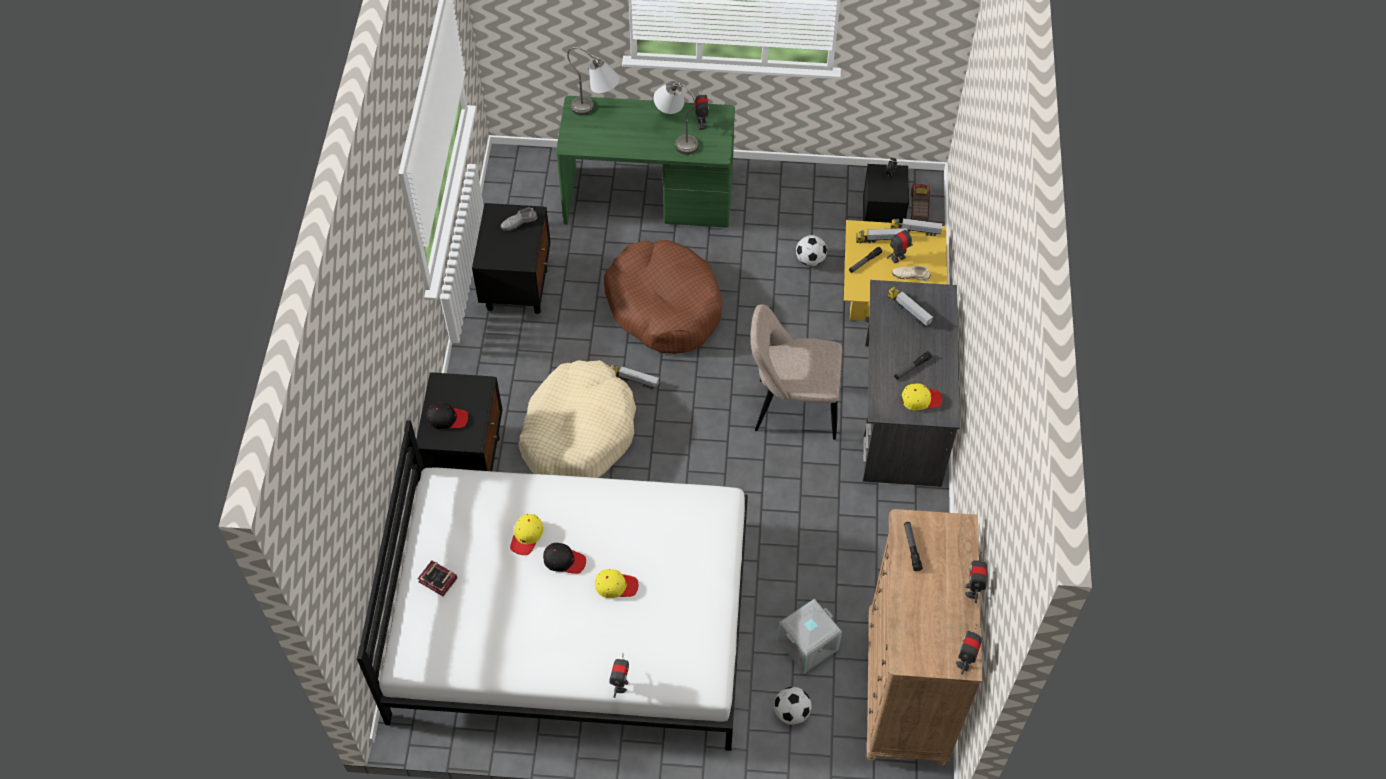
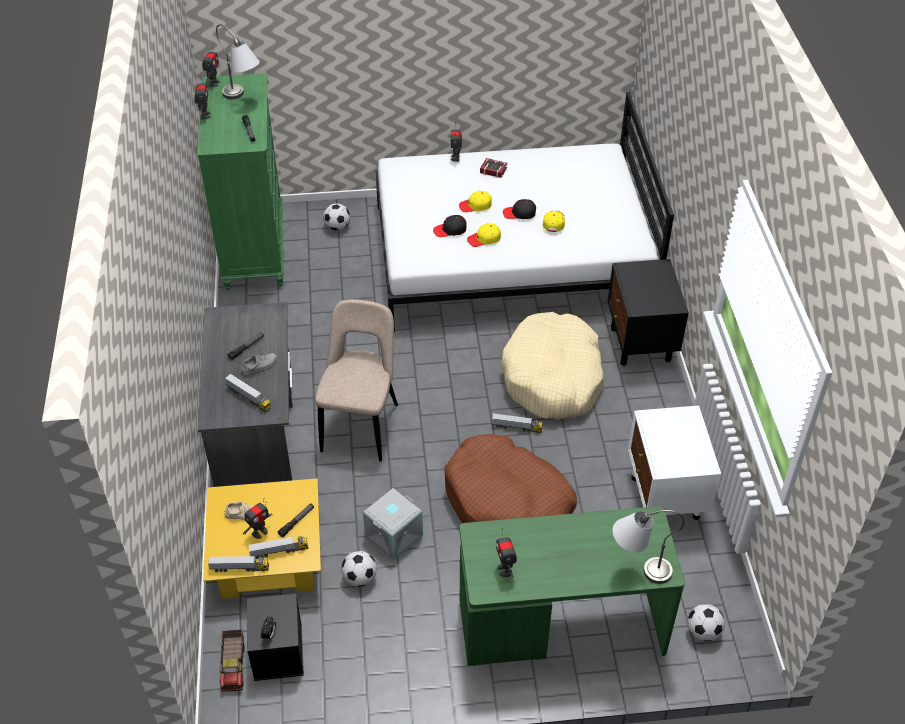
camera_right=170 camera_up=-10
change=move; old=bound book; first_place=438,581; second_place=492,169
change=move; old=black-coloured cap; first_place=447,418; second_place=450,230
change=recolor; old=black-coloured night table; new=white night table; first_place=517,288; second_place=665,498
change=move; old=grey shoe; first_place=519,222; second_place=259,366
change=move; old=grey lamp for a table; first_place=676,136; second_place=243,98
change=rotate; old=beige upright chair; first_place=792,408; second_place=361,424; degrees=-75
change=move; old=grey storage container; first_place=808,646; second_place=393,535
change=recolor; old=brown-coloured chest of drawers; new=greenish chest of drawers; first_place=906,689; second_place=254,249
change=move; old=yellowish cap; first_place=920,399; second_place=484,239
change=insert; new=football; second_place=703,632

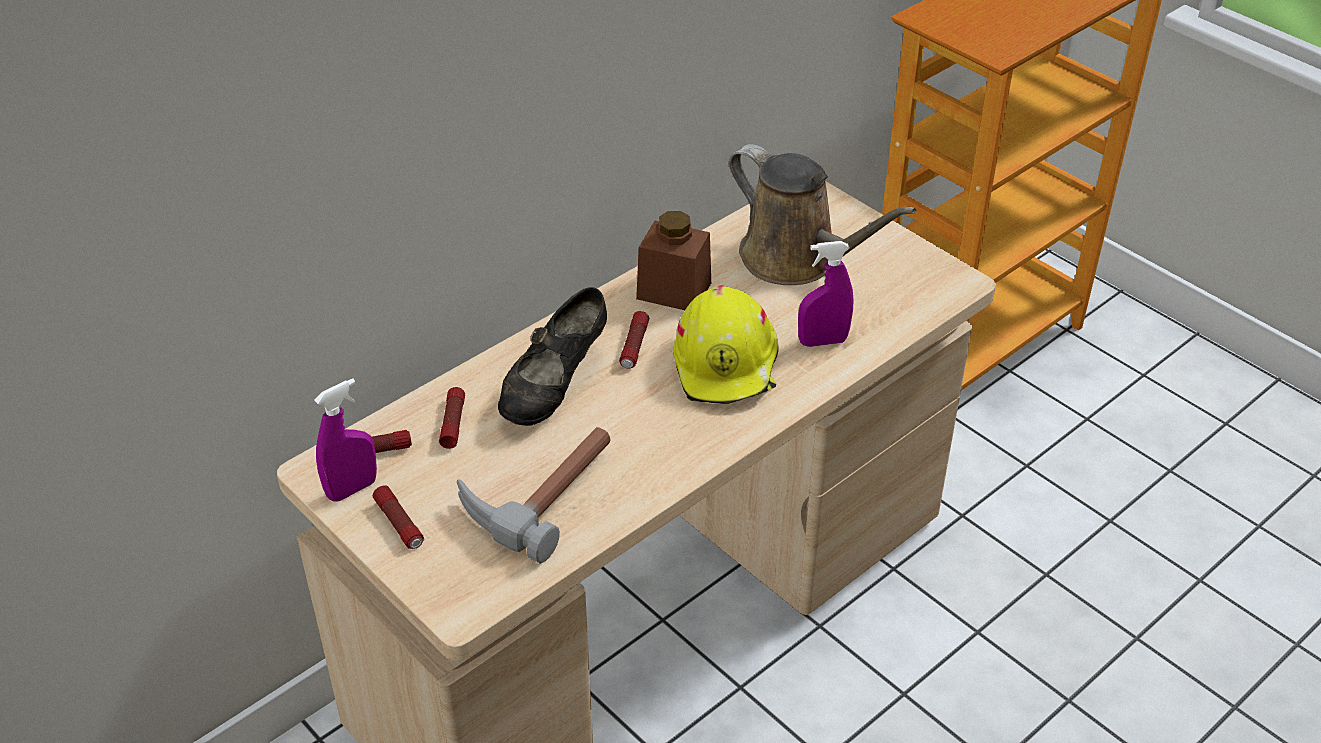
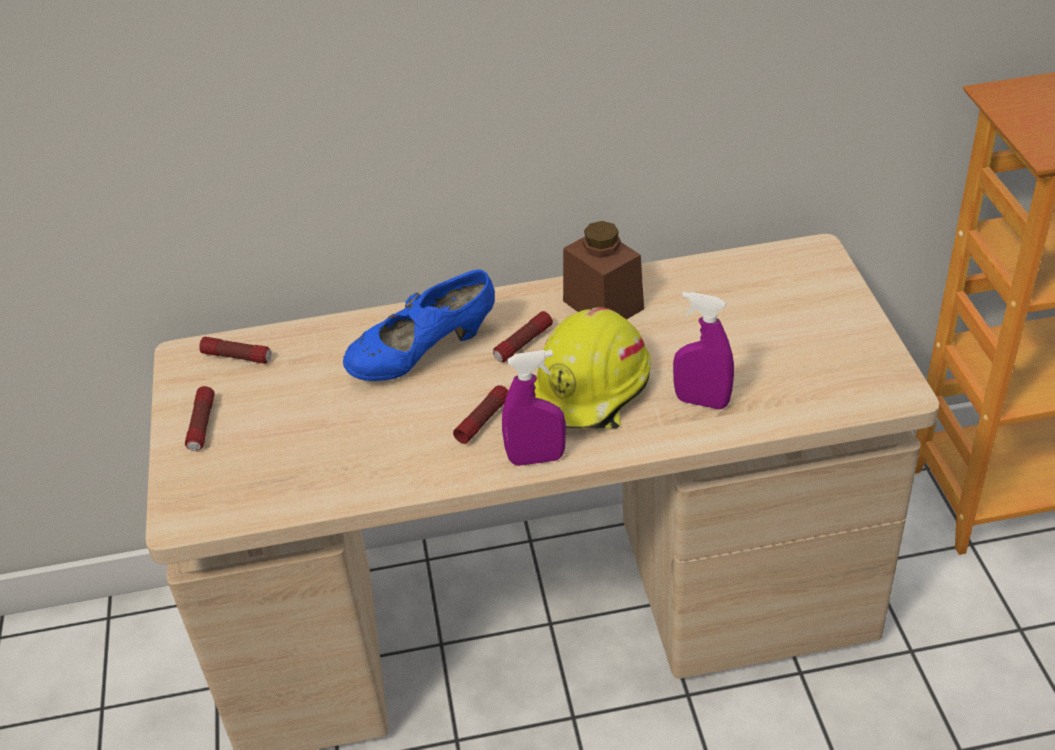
camera_right=35 camera_up=0
change=move; old=purple sprayer; first_place=352,489; second_place=536,458
change=move; old=flashlight; first_place=453,423; second_place=483,420
change=delete; old=hammer; first_place=539,491
change=recolor; old=black-coloured shoe; new=blue shoe; first_place=554,388; second_place=423,356
change=delete; old=brown-coloured sprinkling can; first_place=796,259

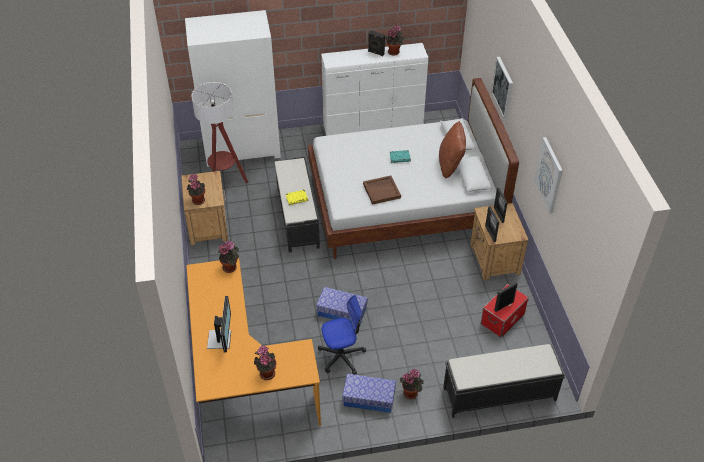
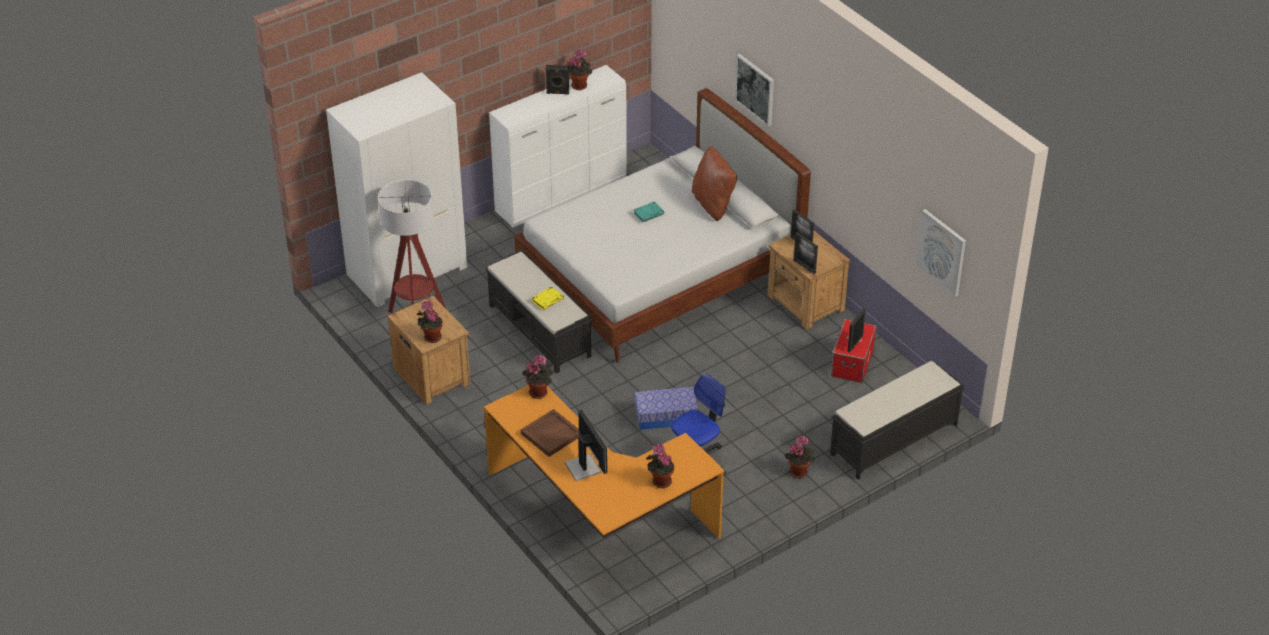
camera_right=-25 camera_up=-5
change=delete; old=storage container; first_place=369,398
change=move; old=brown-coloured tray; first_place=382,191; second_place=551,434
change=move; old=wall picture; first_place=549,175; second_place=941,252

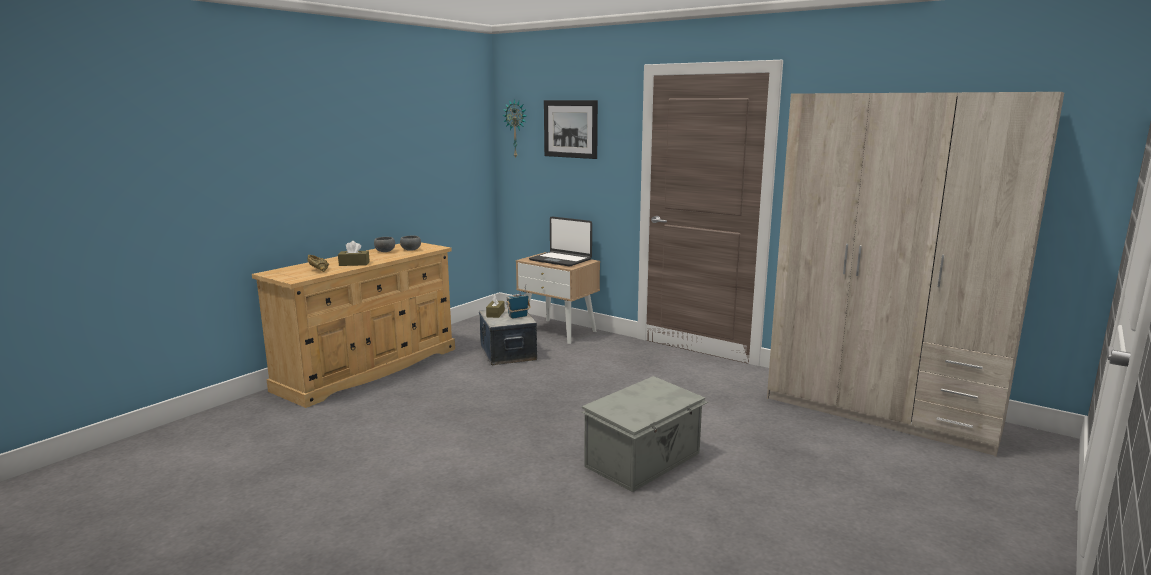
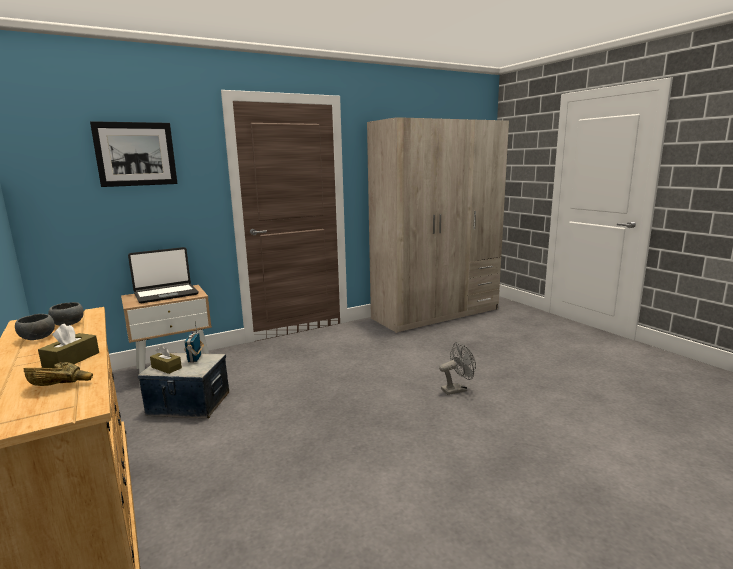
camera_right=-65 camera_up=0
change=delete; old=clock on the wall; first_place=516,128
change=replace; old=grey storage container; new=grey fan; first_place=644,460; second_place=457,389

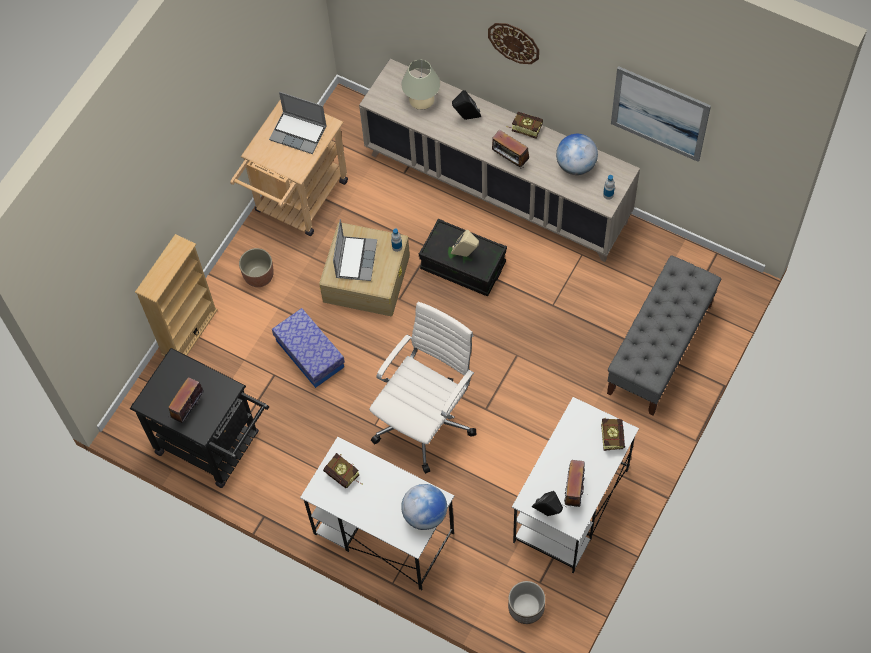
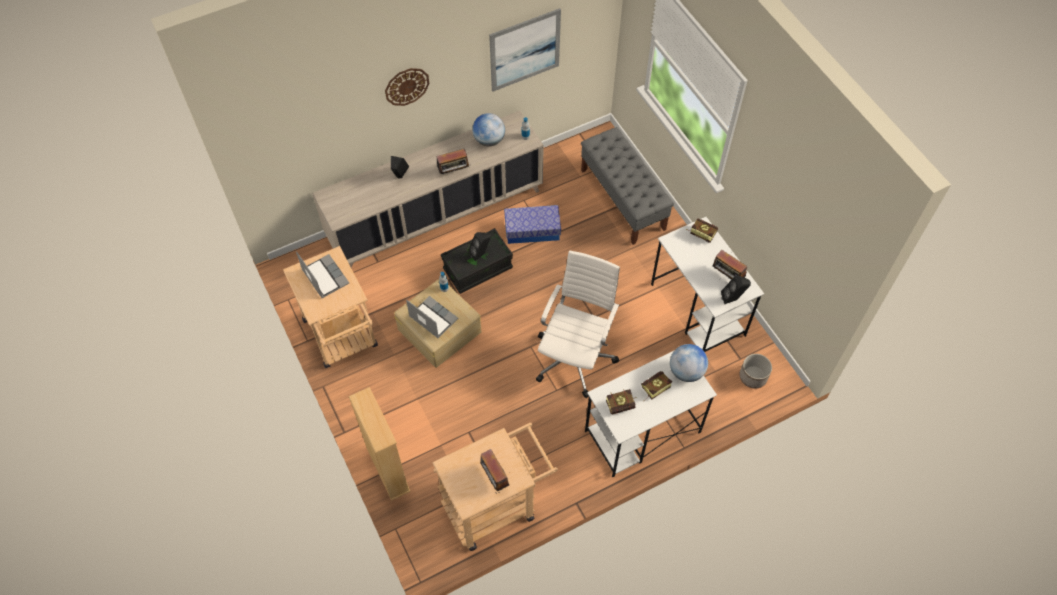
camera_right=-60 camera_up=-5
change=recolor; old=black-coloured cart; new=beige cart; first_place=215,446; second_place=496,505
change=delete; old=plant pot; first_place=258,276
change=rotate; old=portable computer; first_place=299,133; second_place=324,277; degrees=-90
change=move; old=storage container; first_place=309,354; second_place=532,230
change=rotate; old=white computer chair; first_place=426,419; second_place=575,356; degrees=45
change=delete; old=beige lamp for a table; first_place=421,99
change=recolor; old=beige loudspeaker; new=black-coloured loudspeaker; first_place=465,254; second_place=481,254
change=move; old=bound book; first_place=523,128; second_place=653,390

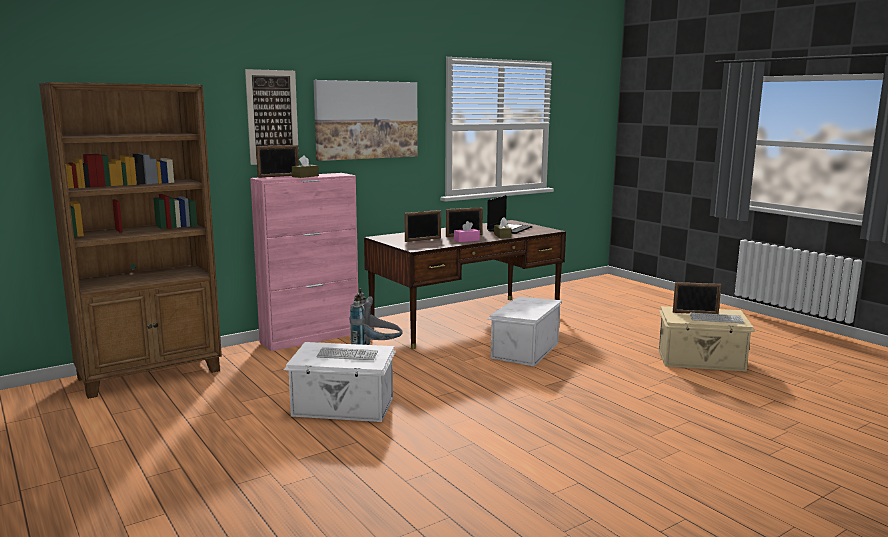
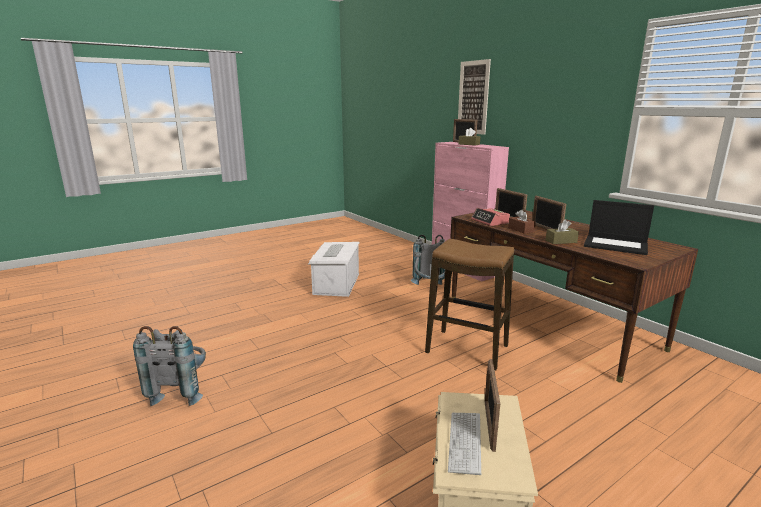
camera_right=90 camera_up=5
change=delete; old=brown-coloured bookshelf; first_place=151,374
change=delete; old=wall picture; first_place=366,120
change=recolor; old=pink box of tissues; new=brown-coloured box of tissues; first_place=466,240; second_place=521,230
change=replace; old=white storage container; new=stool seat; first_place=524,350; second_place=466,349
change=insert; new=grey backpack; second_place=181,391
change=insert; new=table clock; second_place=490,221

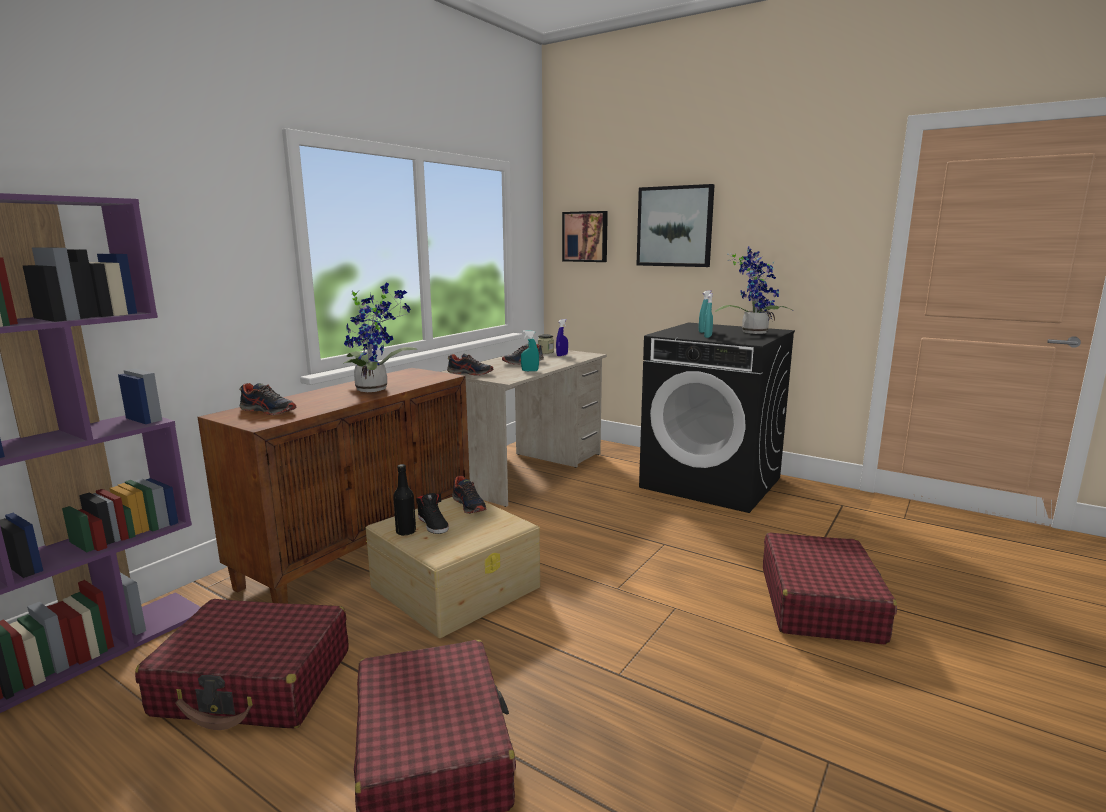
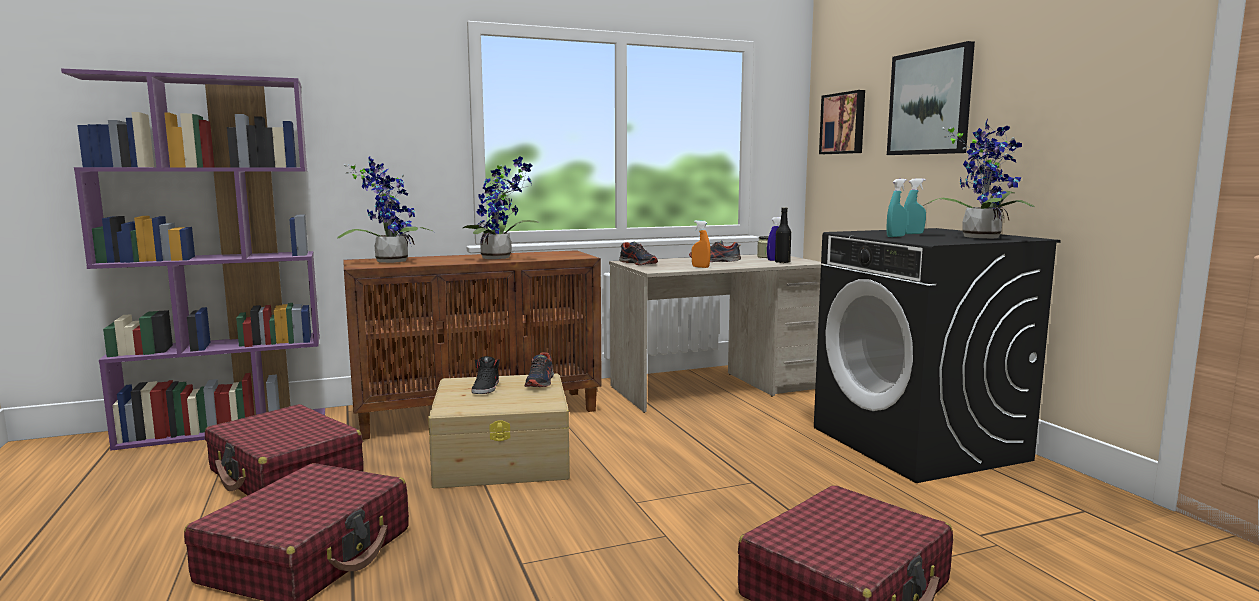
camera_right=35 camera_up=-5
change=replace; old=shoe; new=potted plant; first_place=269,411; second_place=389,261
change=move; old=black-coloured drink bottle; first_place=406,532; second_place=782,262
change=recolor; old=turquoise sprayer; new=orangey sprayer; first_place=530,371; second_place=700,267

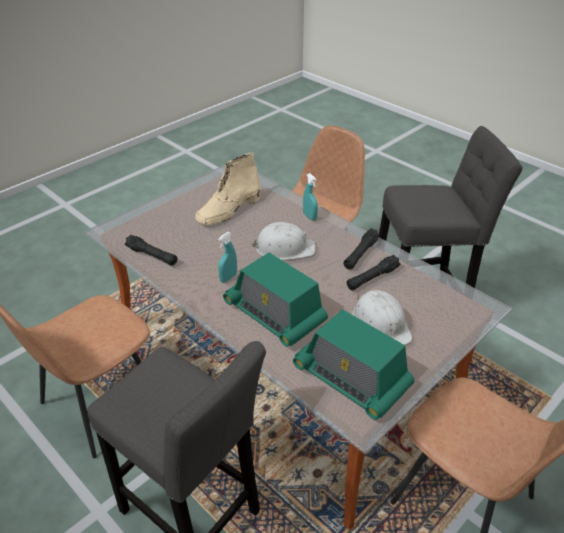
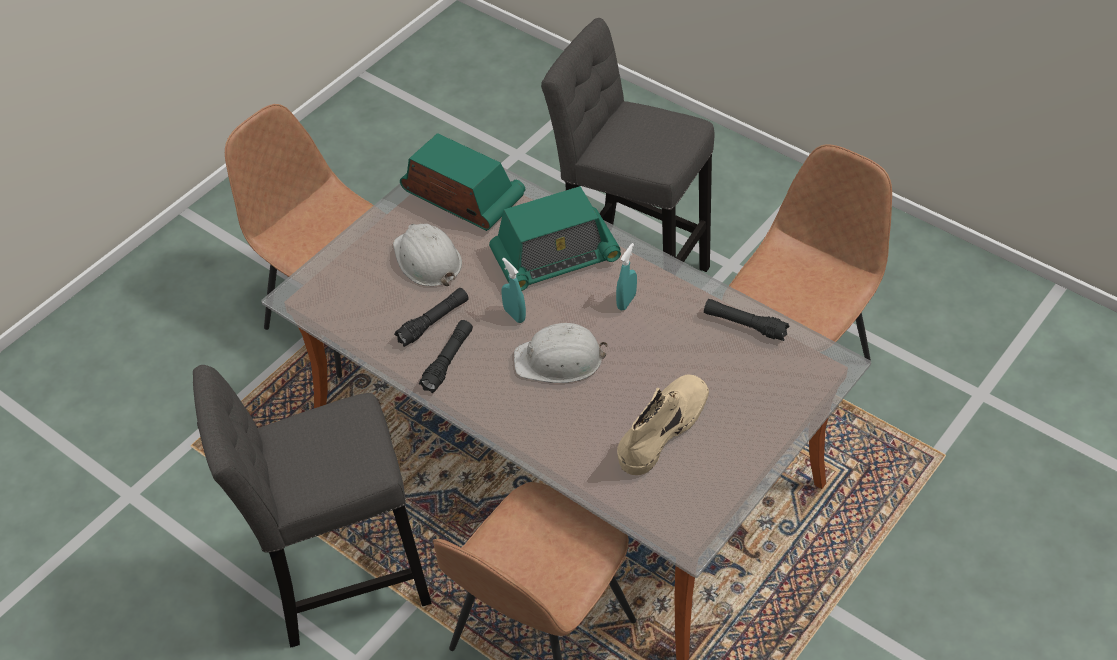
camera_right=175 camera_up=10
change=rotate; old=radio set; first_place=275,314; second_place=555,258; degrees=120
change=move; old=turquoise sprayer; first_place=309,216; second_place=514,315

